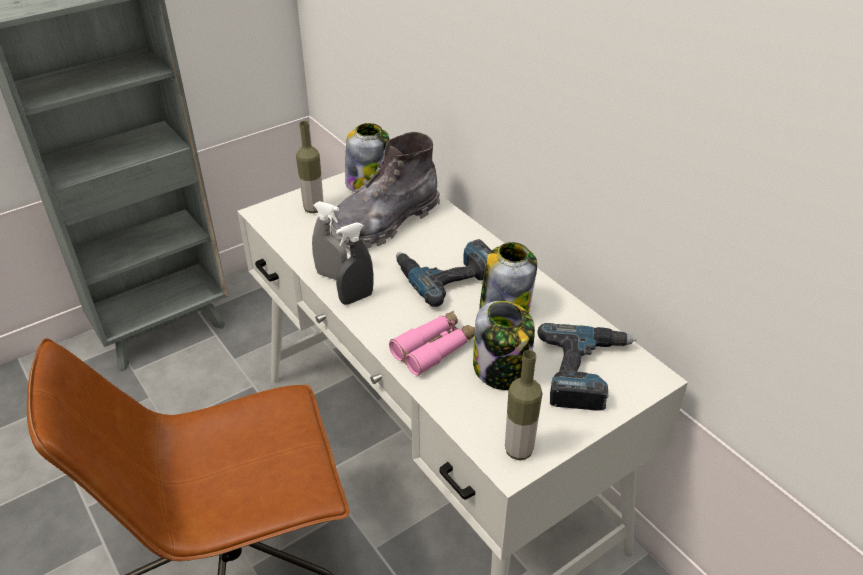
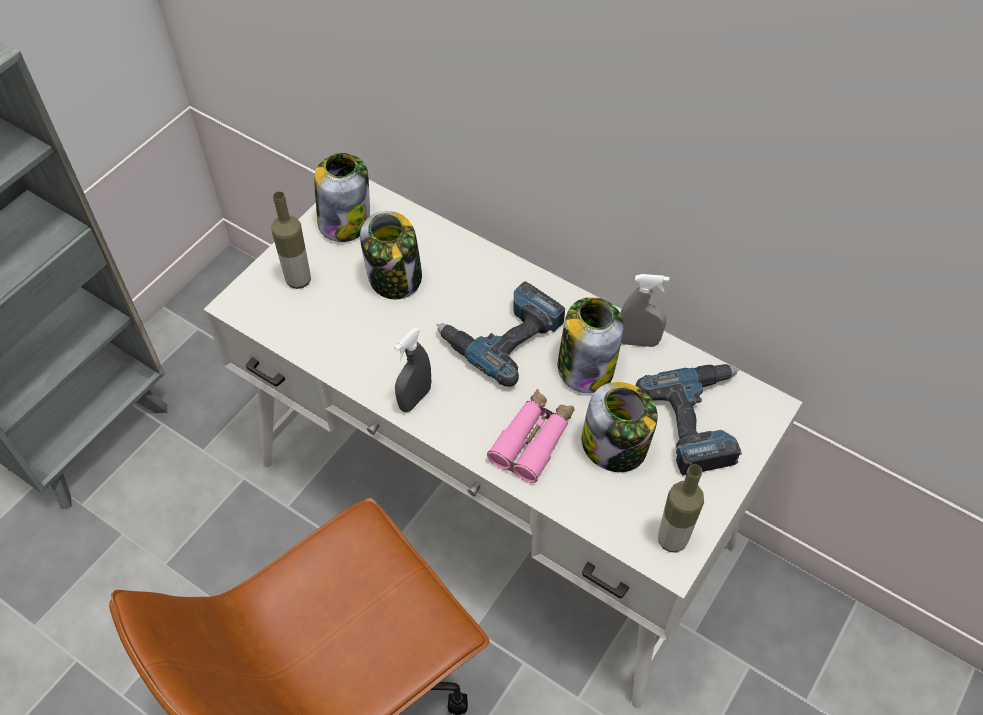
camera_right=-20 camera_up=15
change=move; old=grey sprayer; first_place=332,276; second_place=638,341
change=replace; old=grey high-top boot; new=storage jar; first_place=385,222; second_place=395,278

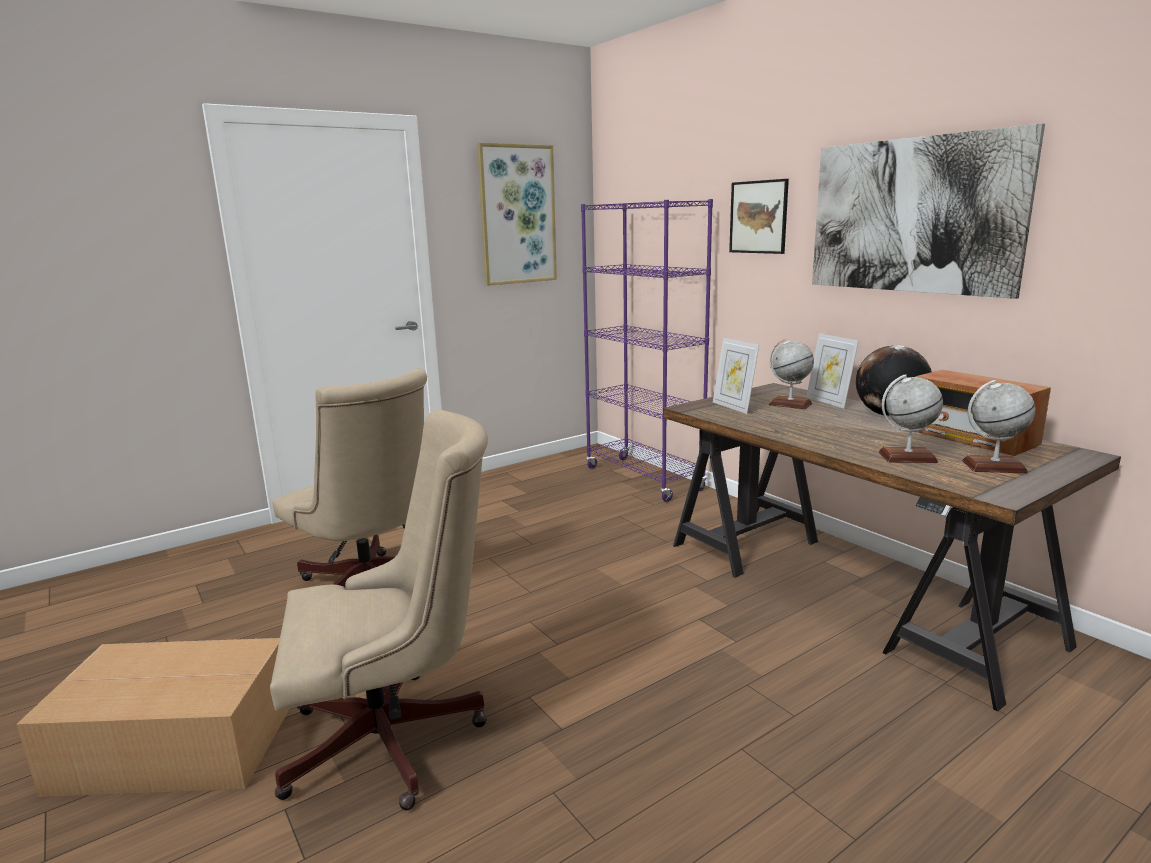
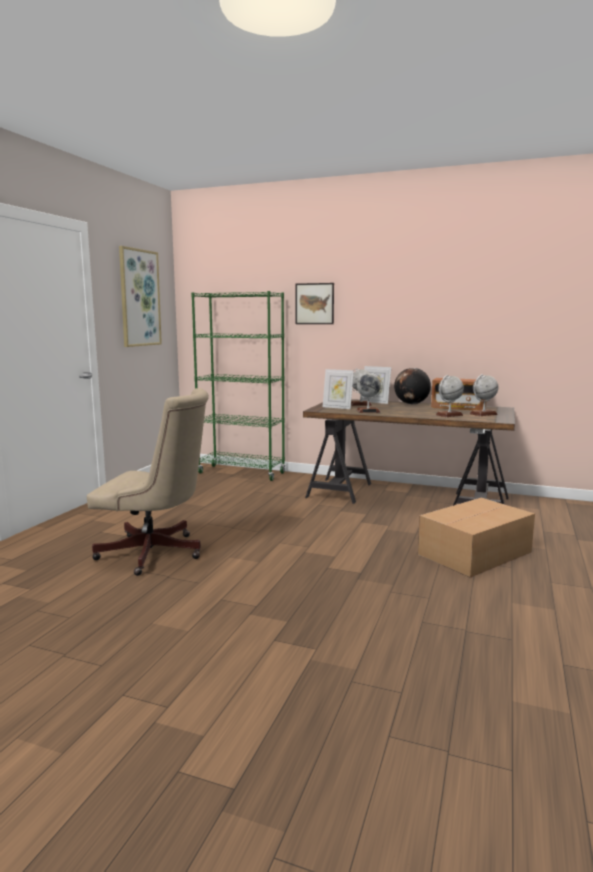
camera_right=-35 camera_up=-5
change=move; old=packing box; first_place=179,746; second_place=476,553
change=delete; old=beige computer chair; first_place=397,739
change=recolor; old=purple bookshelf; new=greenish bookshelf; first_place=644,479; second_place=241,473
change=delete; old=wall picture; first_place=912,216
change=insert; new=desk globe; second_place=368,411

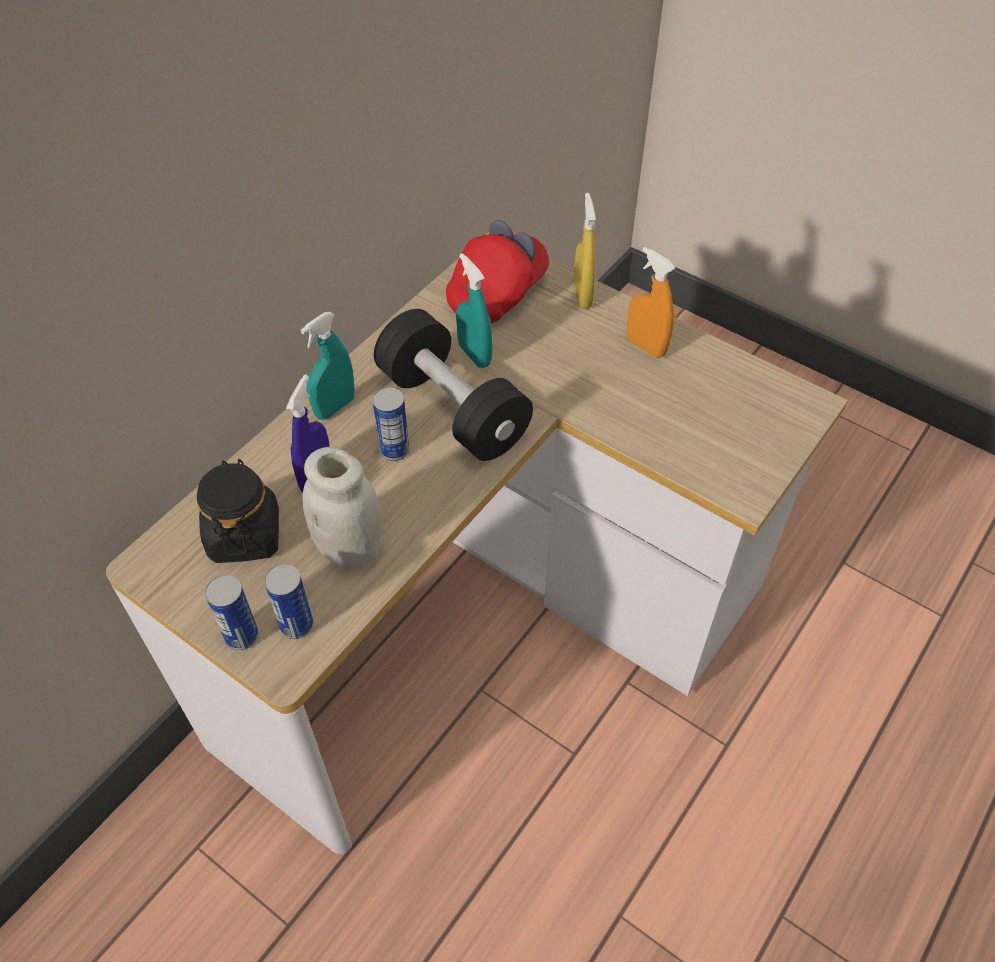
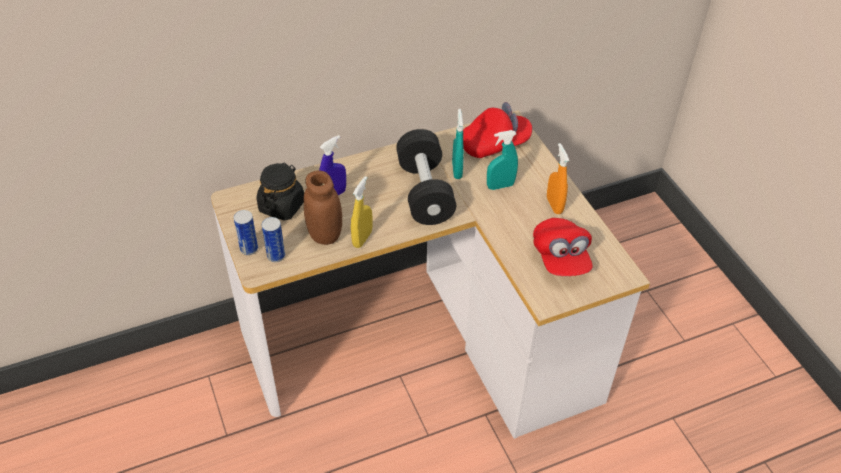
camera_right=30 camera_up=-5
change=move; old=turquoise sprayer; first_place=335,407; second_place=500,186
change=recolor; old=white storage jar; new=brown-coloured storage jar; first_place=350,549; second_place=325,234
change=delete; old=sealed can; first_place=394,450
change=move; old=yellowish sprayer; first_place=582,296; second_place=362,239
change=insert; new=red-coloured cap; second_place=560,258

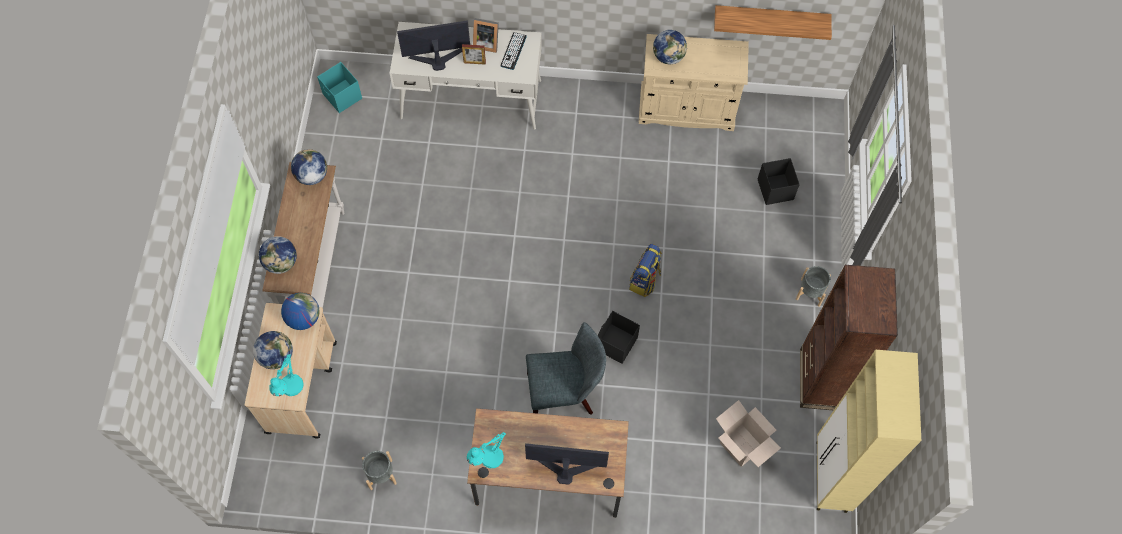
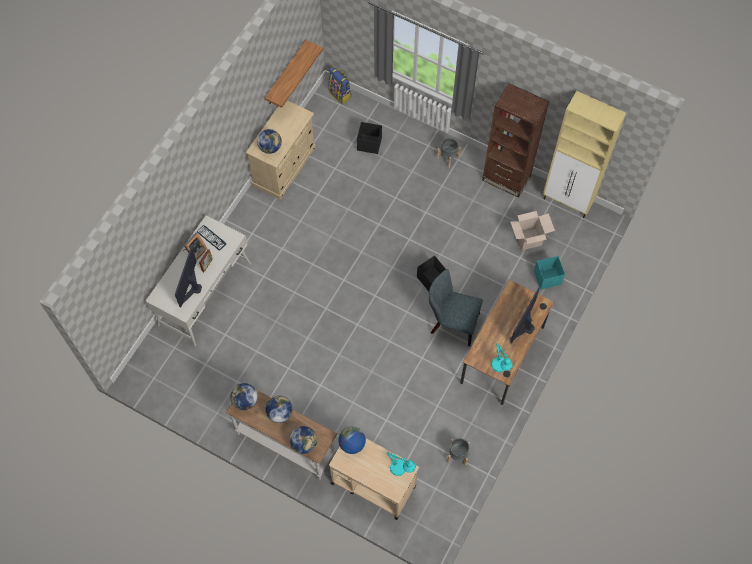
camera_right=-65 camera_up=0
change=move; old=desk globe; first_place=277,356; second_place=279,413
change=move; old=turquoise storage container; first_place=342,97; second_place=548,278
change=rotate; old=grey upright chair; first_place=564,393; second_place=451,323; degrees=-90
change=move; old=backpack; first_place=645,280; second_place=340,94

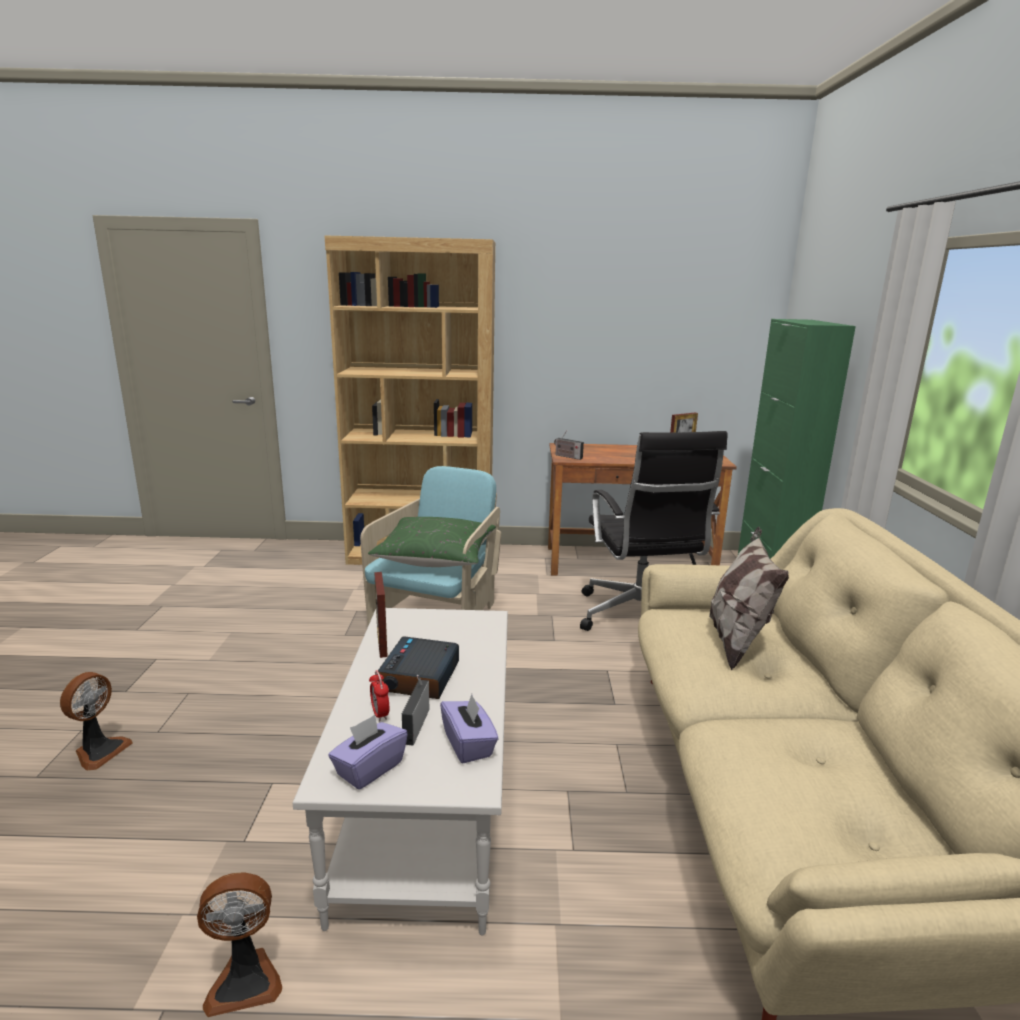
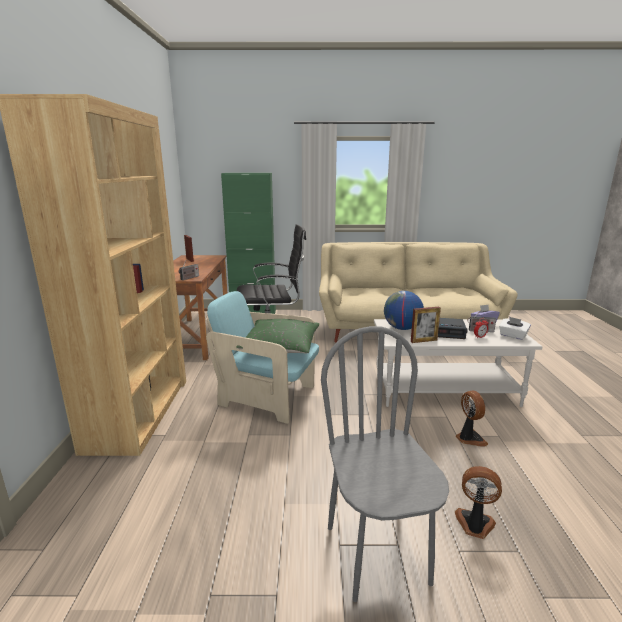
camera_right=-90 camera_up=0
change=move; old=fan; first_place=245,979; second_place=469,438
change=recolor; old=purple box of tissues; new=white box of tissues; first_place=369,768; second_place=512,336
change=delete; old=throw pillow; first_place=736,641
change=insert; new=grey upright chair; second_place=378,554
change=insert; new=desk globe; second_place=402,328

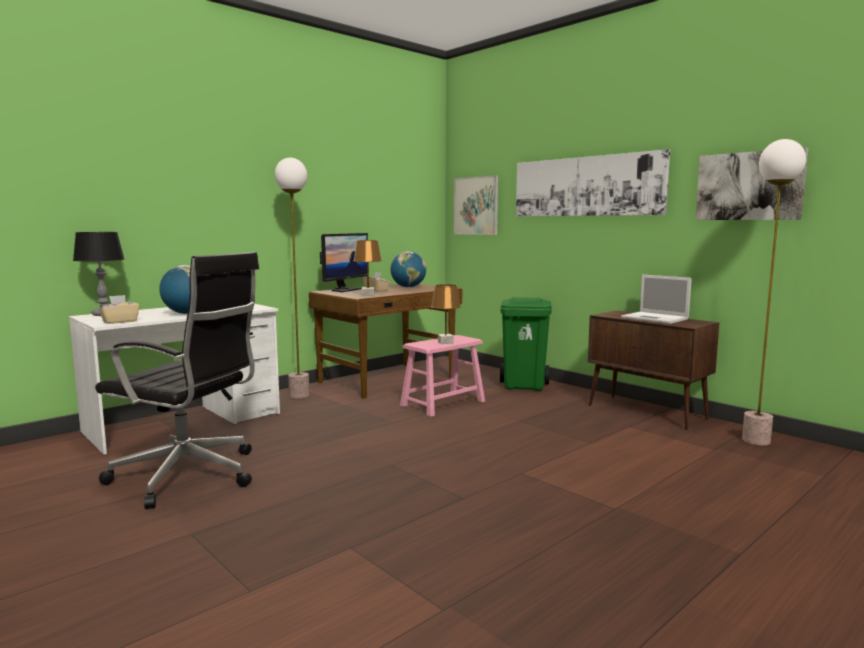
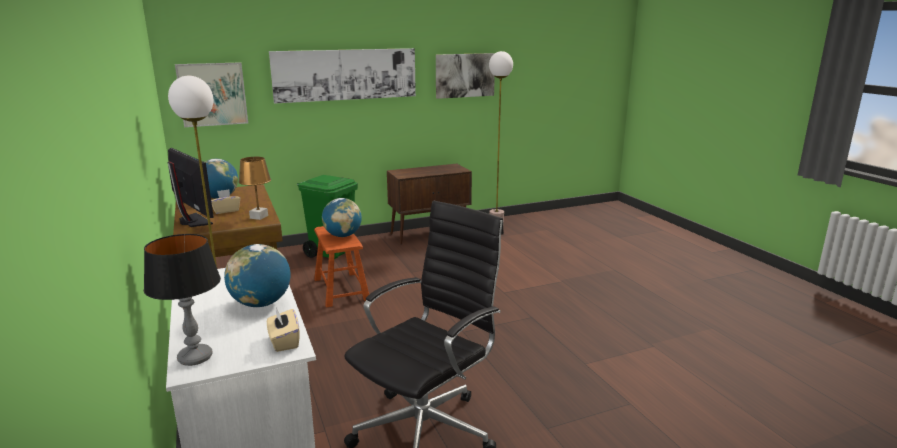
camera_right=-70 camera_up=10
change=recolor; old=pink stool seat; new=brown-coloured stool seat; first_place=443,403; second_place=341,289
change=replace; old=brown-coloured lamp for a table; new=desk globe; first_place=445,342; second_place=343,235
change=delete; old=portable computer; first_place=655,318

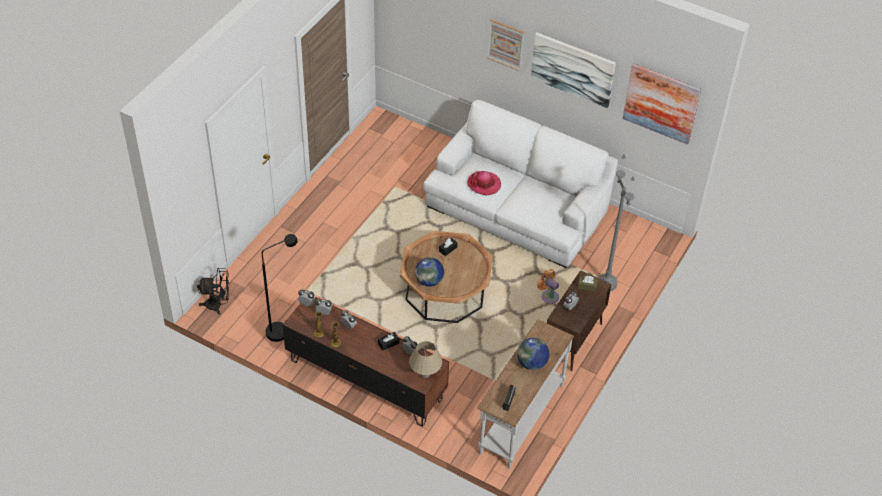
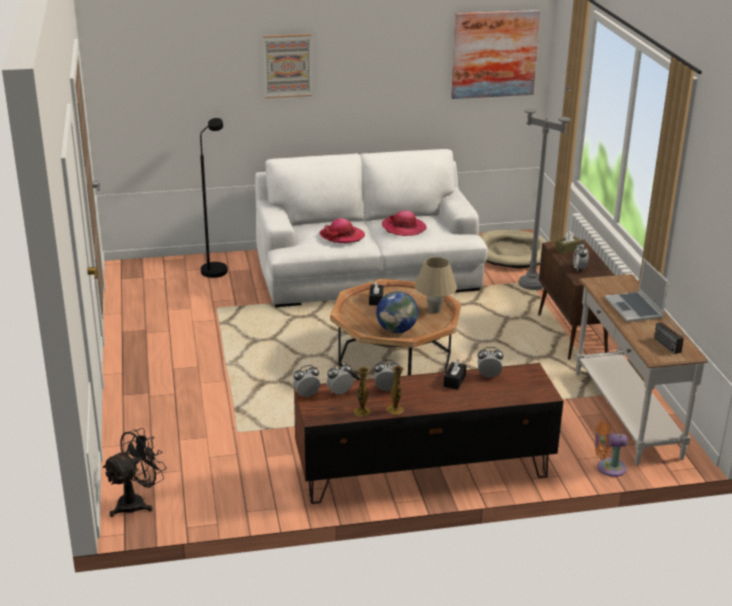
camera_right=-40 camera_up=-20
change=move; old=black-coloured standard lamp; first_place=282,329; second_place=216,268
change=move; old=beige lamp for a table; first_place=425,374; second_place=434,310
change=replace; old=desk globe; new=portable computer; first_place=532,363; second_place=634,308
change=delete; old=wall picture; first_place=573,69
change=move; old=orangey fan; first_place=548,295; second_place=608,467
change=insert; new=wearable hat; second_place=404,228
change=insert; new=beige dog bed; second_place=512,253

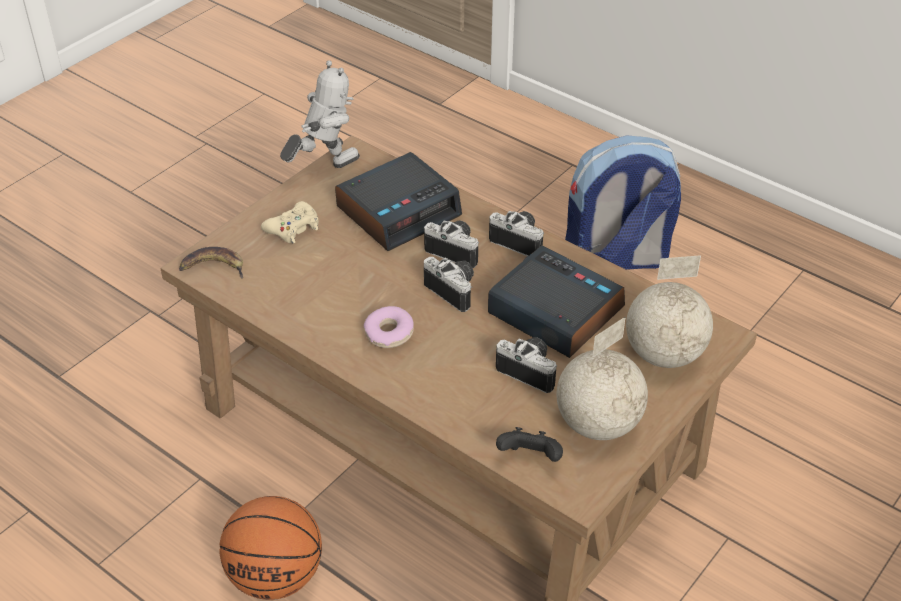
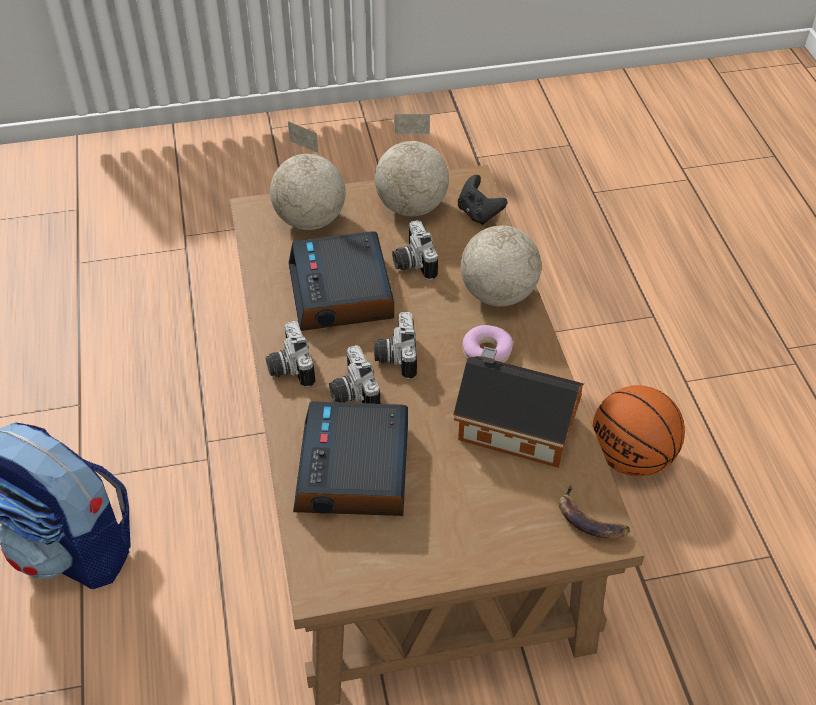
camera_right=-140 camera_up=5
change=delete; old=beige game controller; first_place=293,228
change=delete; old=robot figure; first_place=324,167
change=rotate; old=table clock; first_place=399,211; second_place=354,471; degrees=-90
change=insert; new=model house; second_place=512,425
change=insert; new=desk globe; second_place=497,295

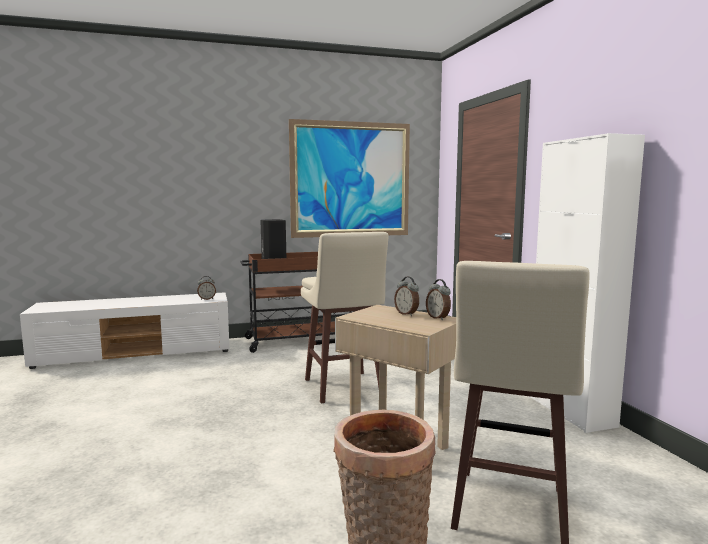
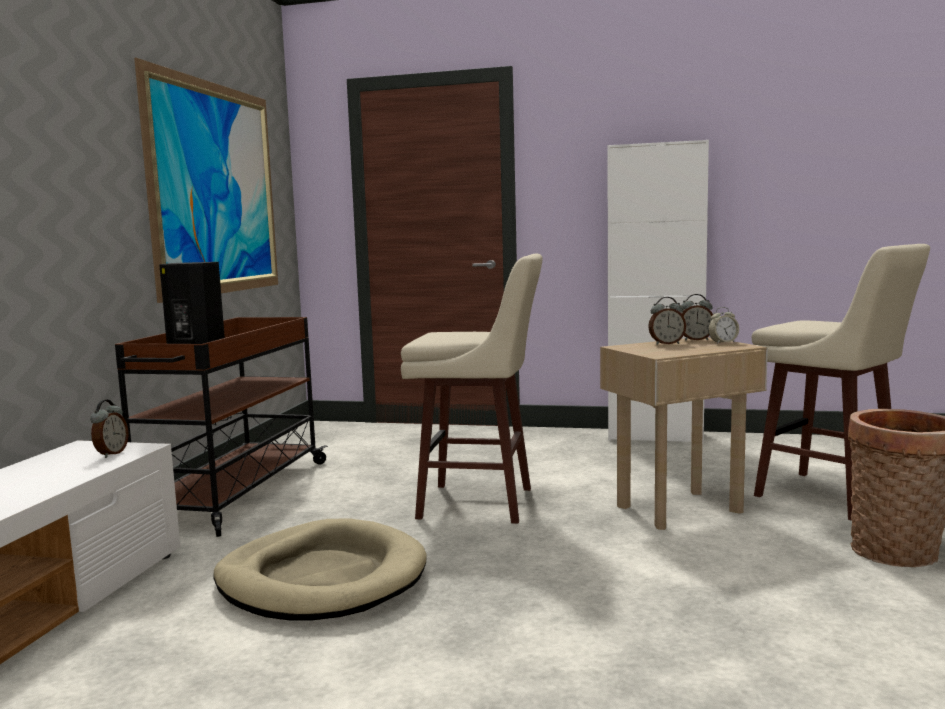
camera_right=-60 camera_up=0
change=insert; new=beige dog bed; second_place=322,578
change=insert; new=table clock; second_place=723,343

